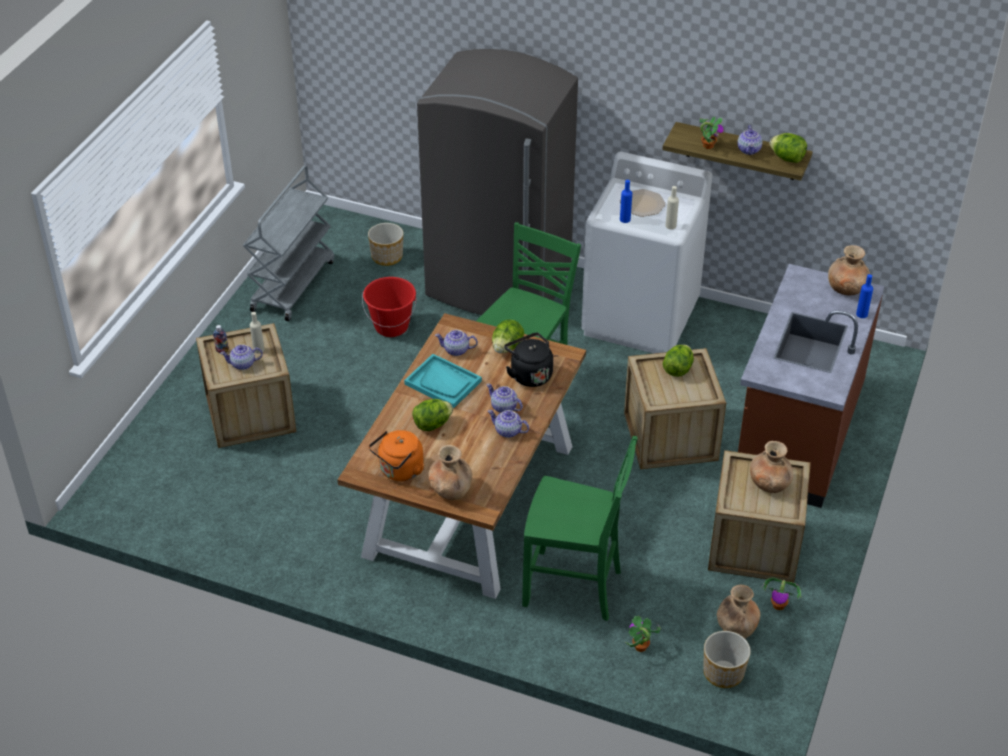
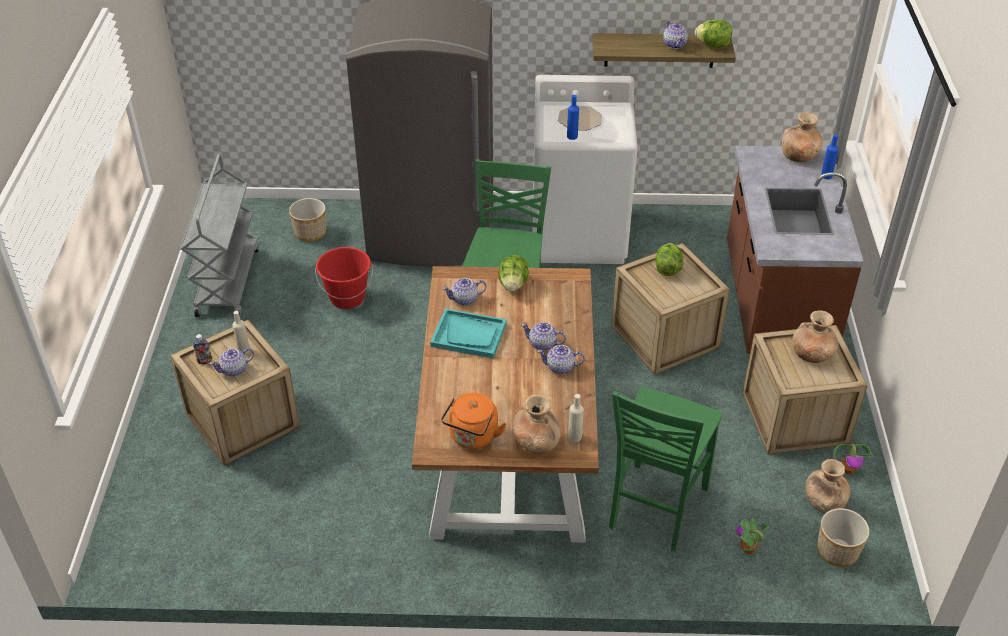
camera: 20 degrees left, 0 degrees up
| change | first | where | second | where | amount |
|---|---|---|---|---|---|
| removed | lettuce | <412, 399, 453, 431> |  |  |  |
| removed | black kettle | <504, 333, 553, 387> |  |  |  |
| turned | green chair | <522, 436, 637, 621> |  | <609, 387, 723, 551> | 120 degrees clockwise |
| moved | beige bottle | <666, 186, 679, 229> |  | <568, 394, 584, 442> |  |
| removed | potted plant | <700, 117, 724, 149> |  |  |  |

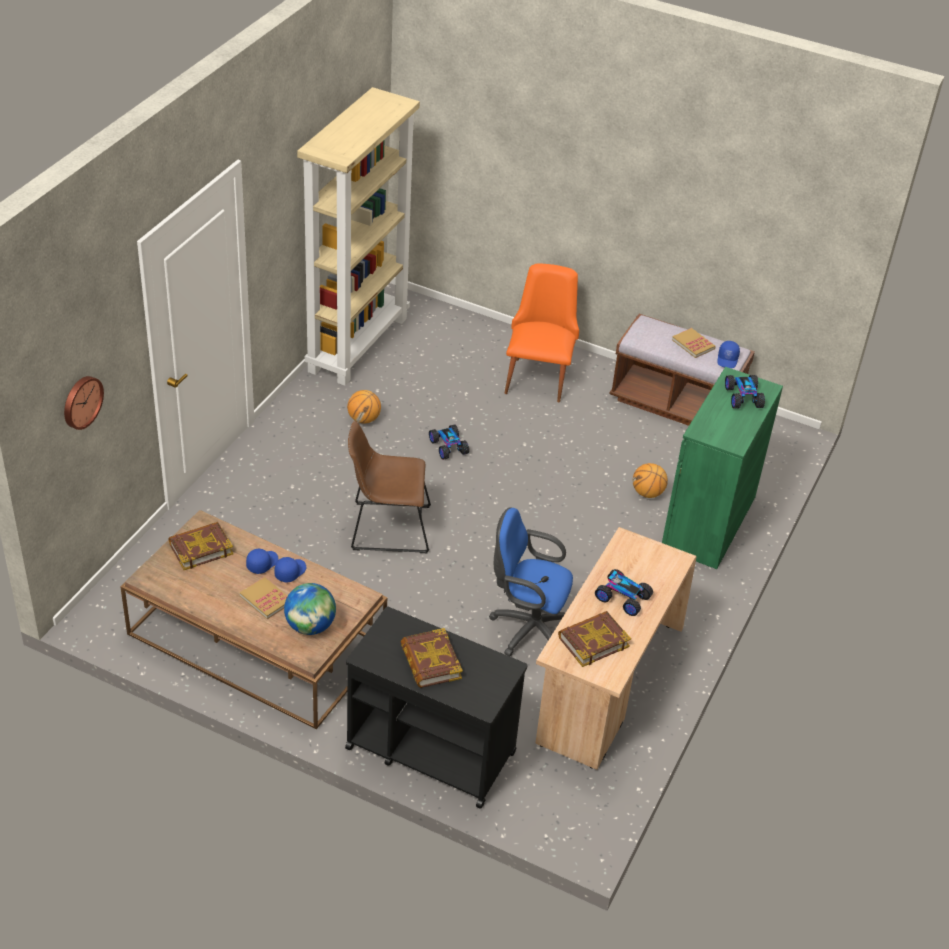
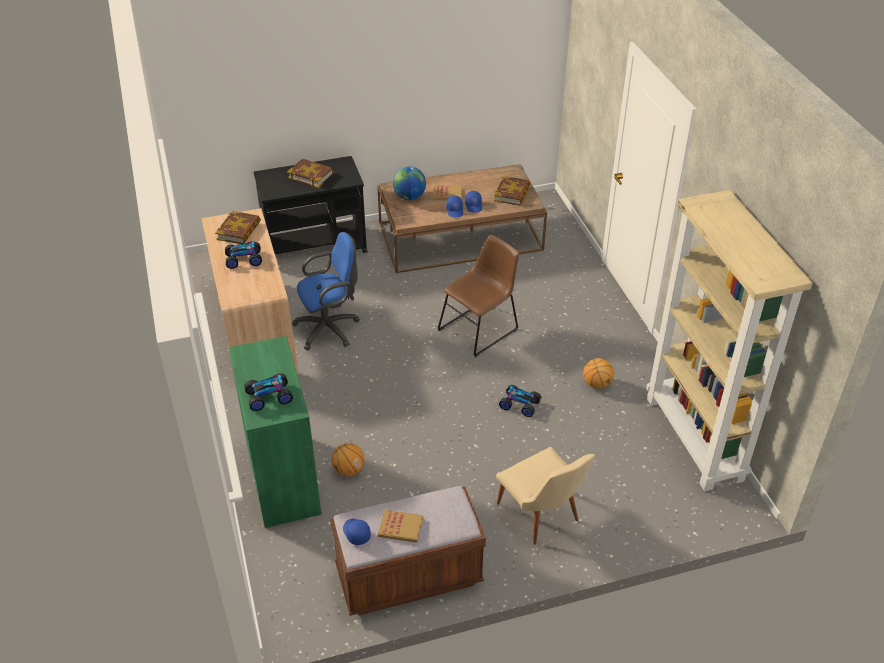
camera: 140 degrees right, 0 degrees up
| change | first | where | second | where | amount |
|---|---|---|---|---|---|
| removed | wall clock | <64, 376, 104, 430> |  |  |  |
| recoloured | orange chair | <505, 263, 579, 403> | beige chair | <496, 447, 595, 545> |  |
| turned | toy car | <725, 375, 765, 409> |  | <244, 373, 293, 411> | 120 degrees clockwise |

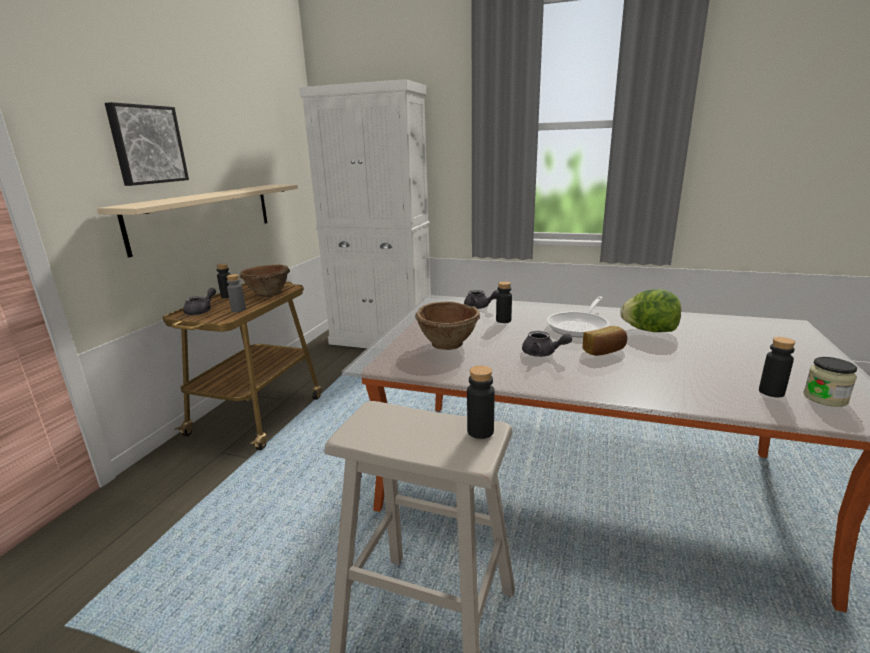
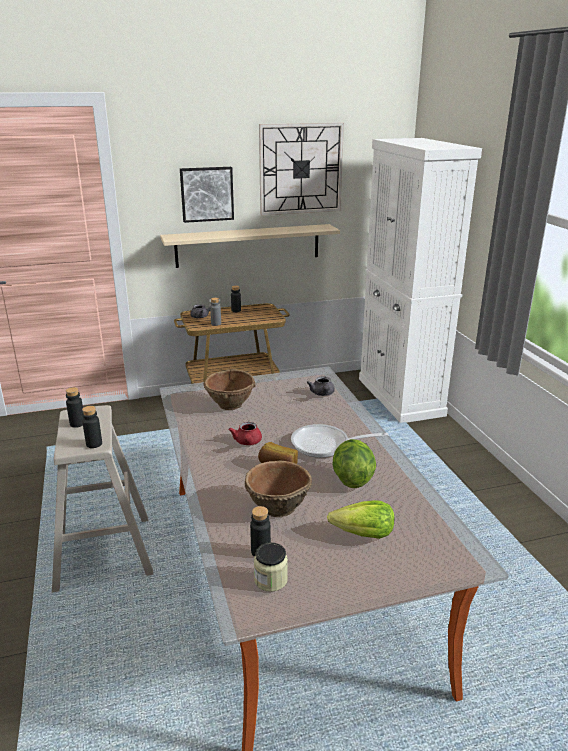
camera: 55 degrees right, 5 degrees up
| change | first | where | second | where | amount |
|---|---|---|---|---|---|
| moved | brown bowl | <240, 265, 290, 297> |  | <245, 461, 312, 517> |  |
| moved | black bottle | <496, 281, 512, 323> |  | <66, 387, 83, 428> |  |
| recoloured | grey teapot | <522, 331, 572, 357> | red teapot | <228, 422, 262, 445> |  |
| added |  |  | wall clock | <259, 123, 344, 216> |  |
| added |  |  | lettuce | <327, 500, 394, 539> |  |

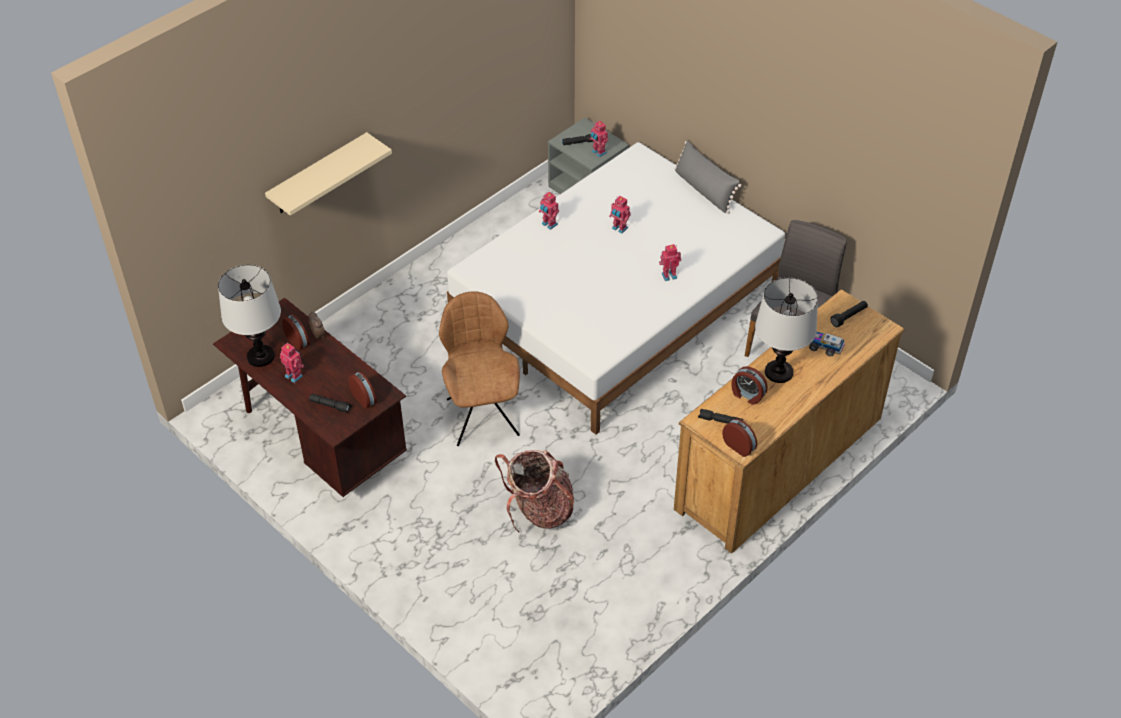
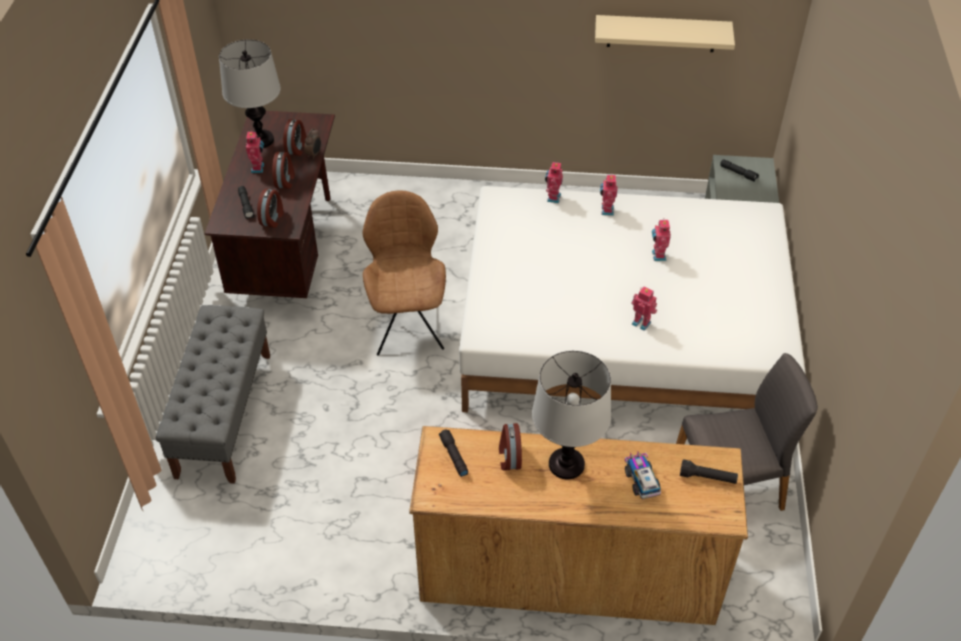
camera: 50 degrees right, 0 degrees up
| change | first | where | second | where | amount |
|---|---|---|---|---|---|
| moved | beige shelf | <265, 132, 392, 216> |  | <595, 15, 735, 52> |  |
| turned | brown chair | <439, 291, 520, 446> |  | <363, 191, 446, 356> | 45 degrees counterclockwise |
| removed | backpack | <495, 450, 574, 532> |  |  |  |
| moved | toy robot | <590, 121, 608, 157> |  | <545, 162, 563, 203> |  |
| removed | grey pillow | <674, 140, 742, 214> |  |  |  |
| moved | alarm clock | <722, 419, 757, 457> |  | <272, 152, 295, 189> |  |
| added |  |  | grey bench | <156, 305, 270, 484> |  |

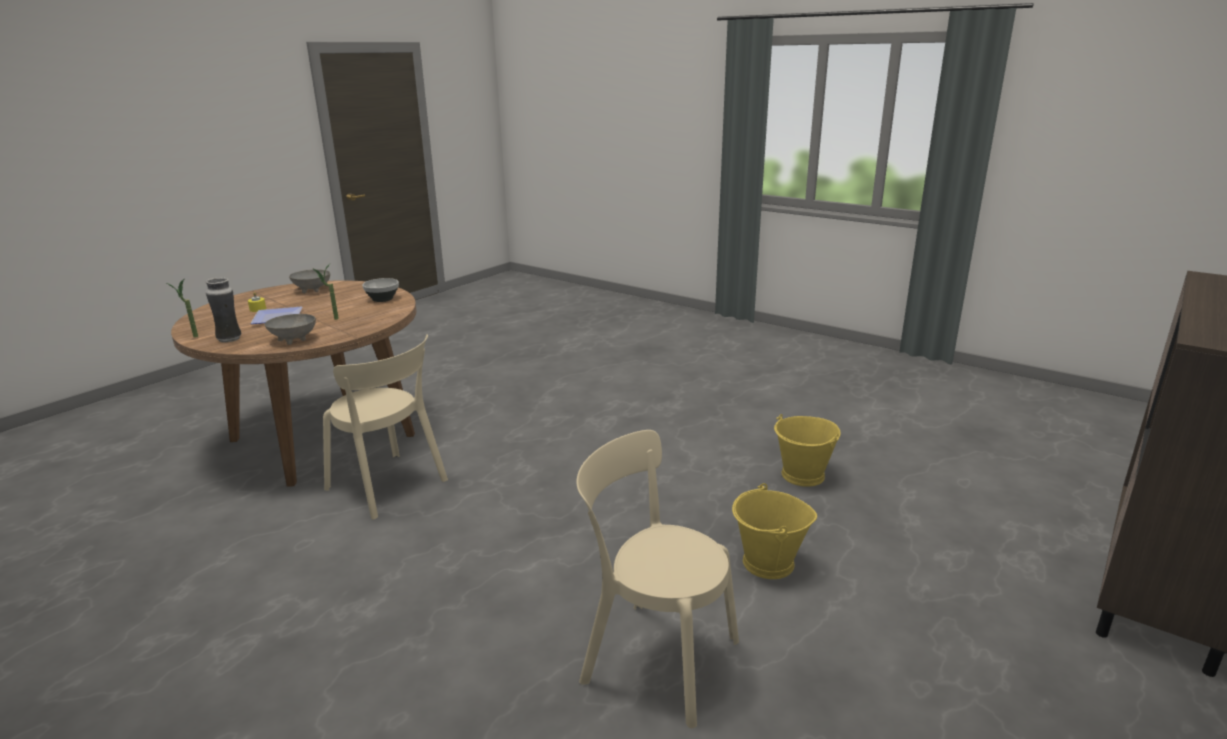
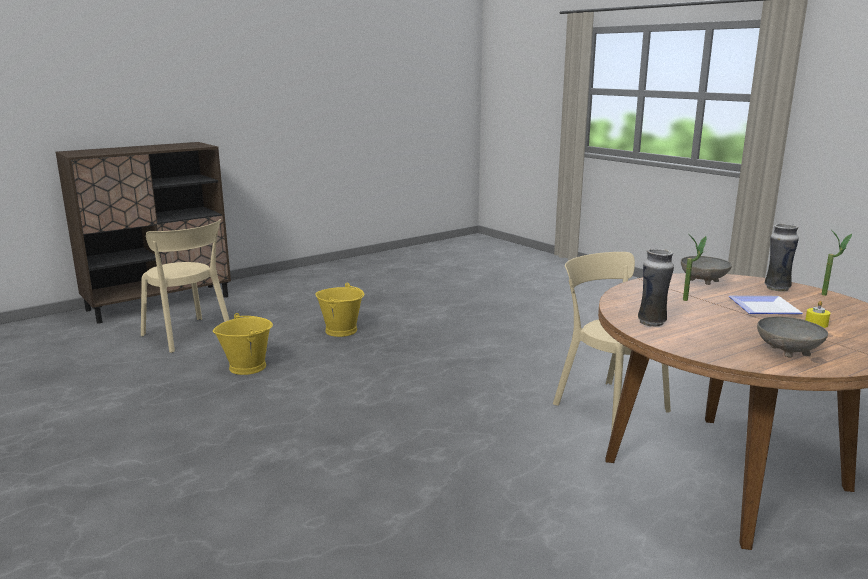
camera: 165 degrees left, 5 degrees down
| change | first | where | second | where | amount |
|---|---|---|---|---|---|
| replaced | bowl | <362, 278, 399, 302> | vase | <638, 248, 674, 327> |  |
| moved | beige chair | <576, 430, 739, 728> |  | <141, 219, 230, 353> |  |

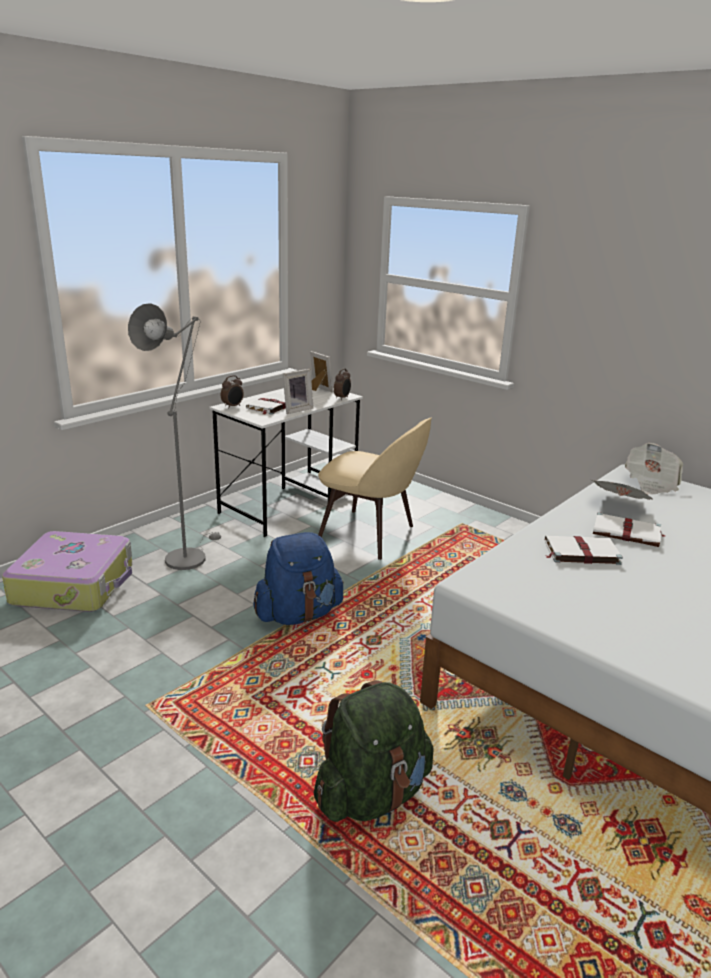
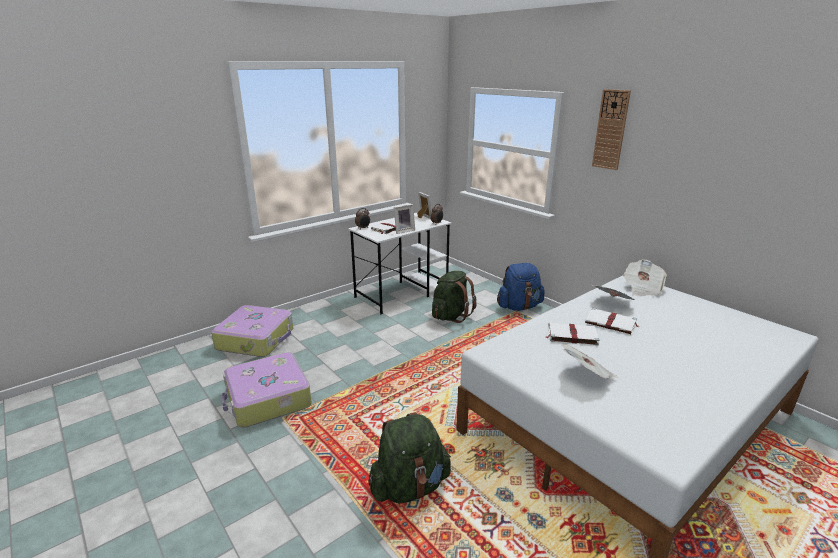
camera: 10 degrees right, 0 degrees up
| change | first | where | second | where | amount |
|---|---|---|---|---|---|
| removed | grey floor lamp | <128, 303, 221, 570> |  |  |  |
| moved | blue backpack | <253, 532, 344, 625> |  | <497, 263, 545, 311> |  |
| replaced | beige chair | <318, 417, 432, 560> | green backpack | <432, 271, 476, 323> |  |
| added |  |  | suitcase | <222, 352, 312, 428> |  |
| added |  |  | newspaper | <561, 344, 618, 380> |  |
| added |  |  | wall clock | <592, 89, 631, 170> |  |

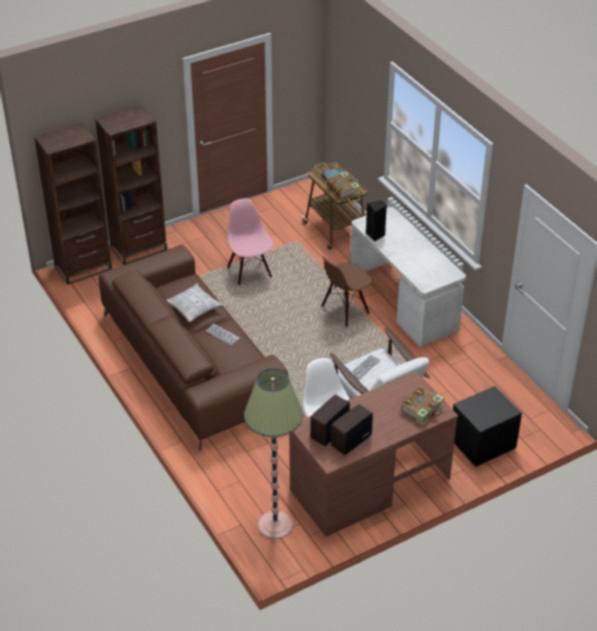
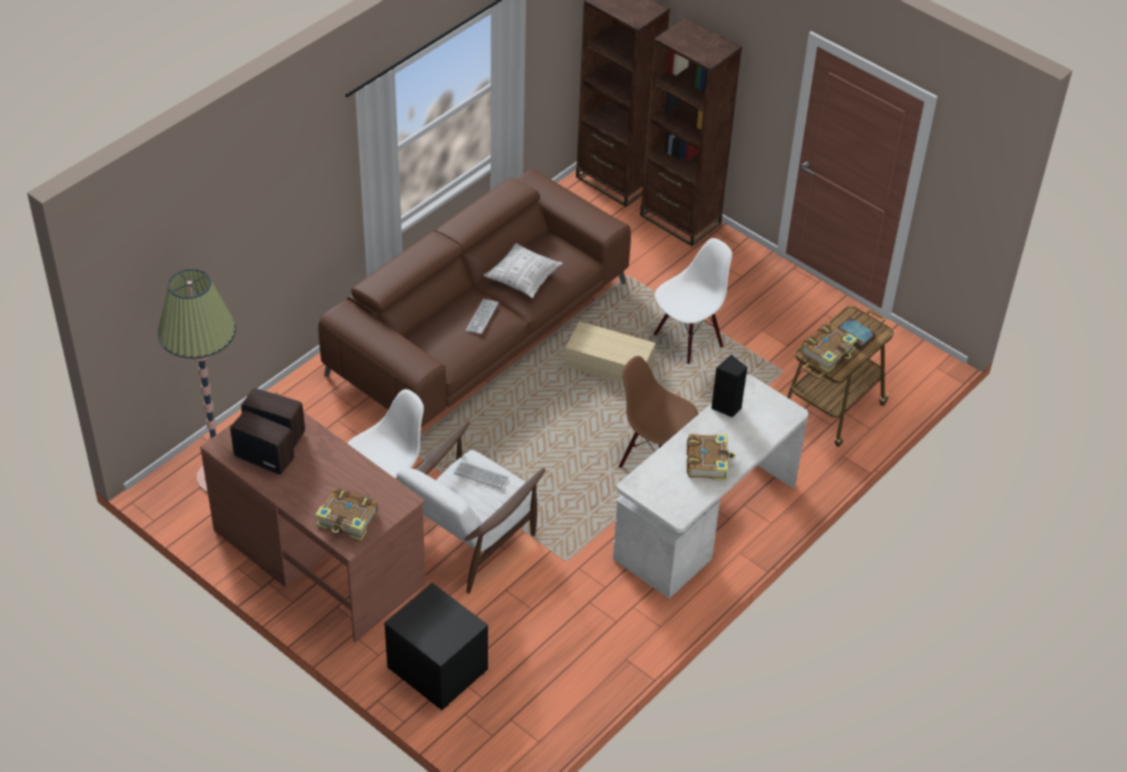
camera: 70 degrees right, 5 degrees up
| change | first | where | second | where | amount |
|---|---|---|---|---|---|
| recoloured | pink chair | <227, 198, 273, 285> | white chair | <654, 238, 732, 364> |  |
| added |  |  | beige storage box | <565, 321, 656, 383> |  |
| added |  |  | book | <687, 434, 736, 481> |  |

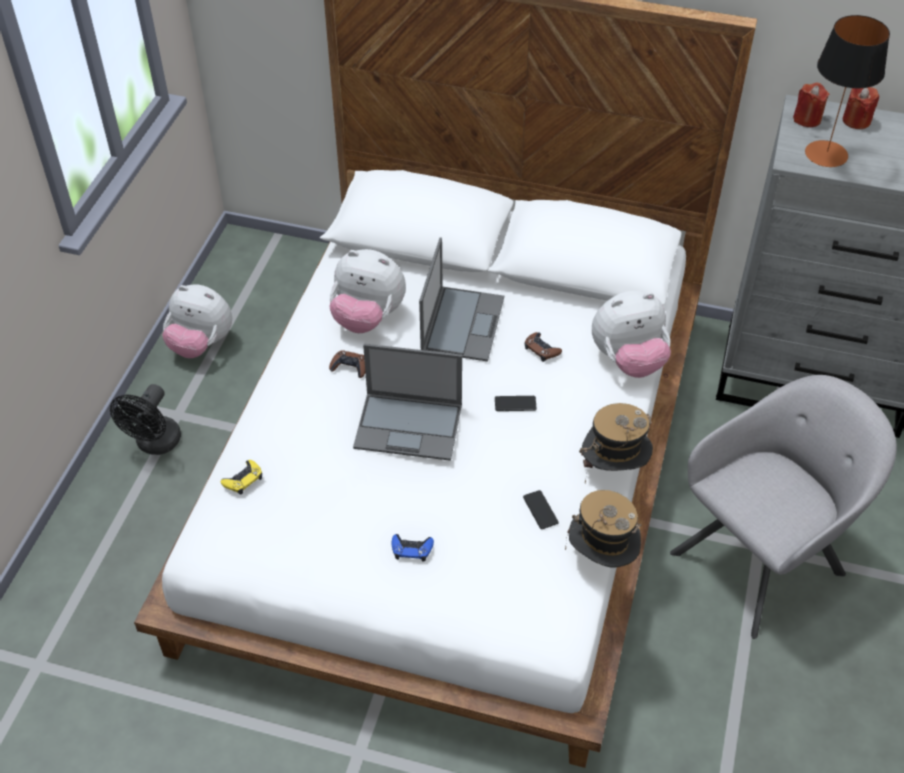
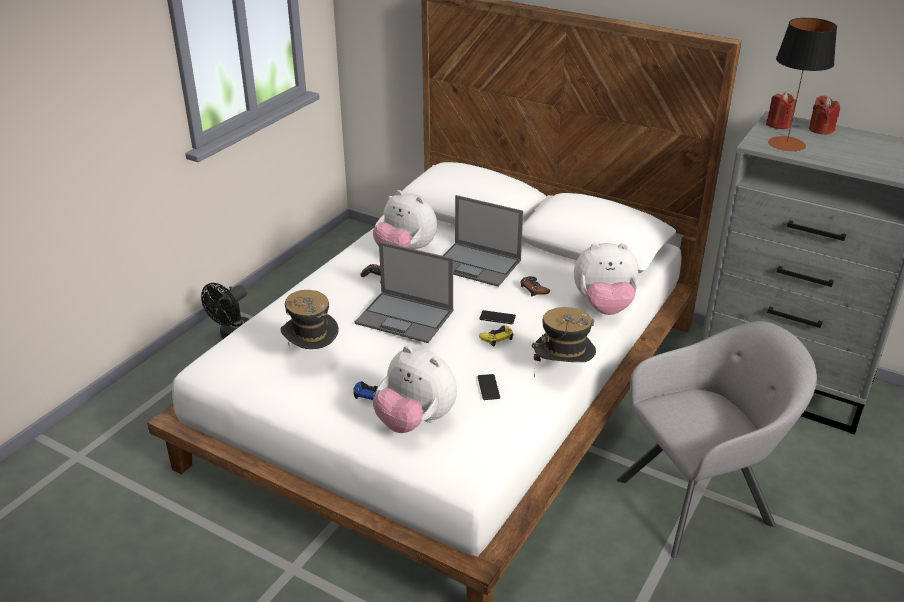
camera: 15 degrees right, 15 degrees down
| change | first | where | second | where | amount |
|---|---|---|---|---|---|
| moved | plush toy | <162, 285, 232, 358> |  | <373, 346, 457, 433> |  |
| moved | yellow game controller | <221, 460, 262, 495> |  | <479, 325, 513, 347> |  |
| turned | laptop | <419, 238, 504, 362> |  | <442, 195, 523, 287> | 90 degrees clockwise |
| moved | hat | <565, 490, 642, 568> |  | <281, 290, 339, 349> |  |

